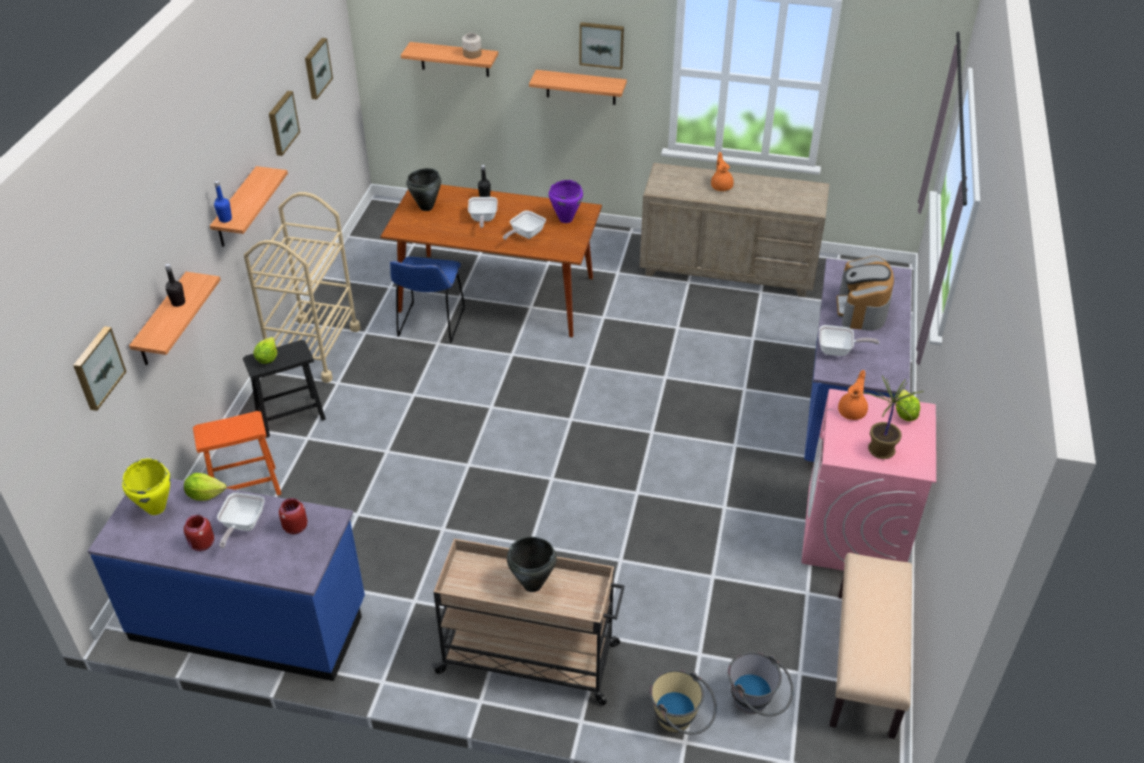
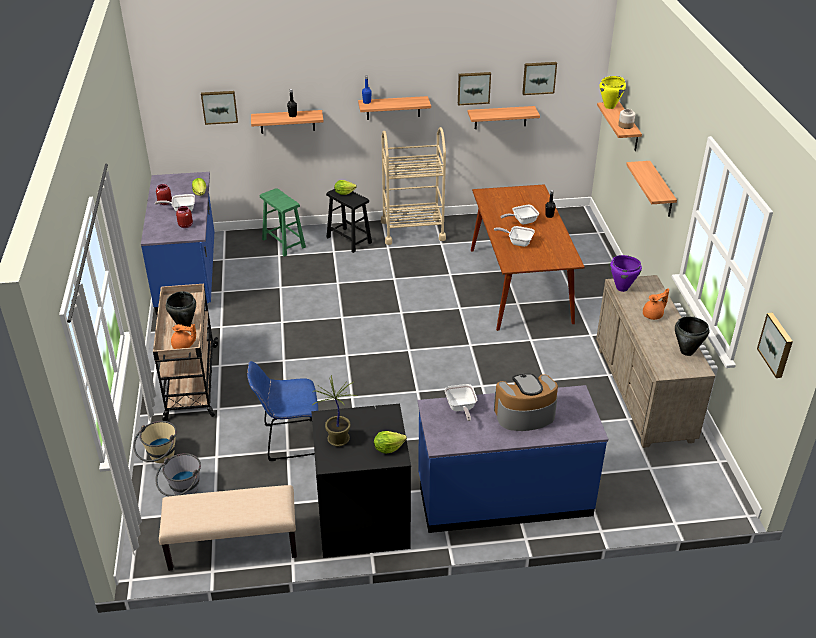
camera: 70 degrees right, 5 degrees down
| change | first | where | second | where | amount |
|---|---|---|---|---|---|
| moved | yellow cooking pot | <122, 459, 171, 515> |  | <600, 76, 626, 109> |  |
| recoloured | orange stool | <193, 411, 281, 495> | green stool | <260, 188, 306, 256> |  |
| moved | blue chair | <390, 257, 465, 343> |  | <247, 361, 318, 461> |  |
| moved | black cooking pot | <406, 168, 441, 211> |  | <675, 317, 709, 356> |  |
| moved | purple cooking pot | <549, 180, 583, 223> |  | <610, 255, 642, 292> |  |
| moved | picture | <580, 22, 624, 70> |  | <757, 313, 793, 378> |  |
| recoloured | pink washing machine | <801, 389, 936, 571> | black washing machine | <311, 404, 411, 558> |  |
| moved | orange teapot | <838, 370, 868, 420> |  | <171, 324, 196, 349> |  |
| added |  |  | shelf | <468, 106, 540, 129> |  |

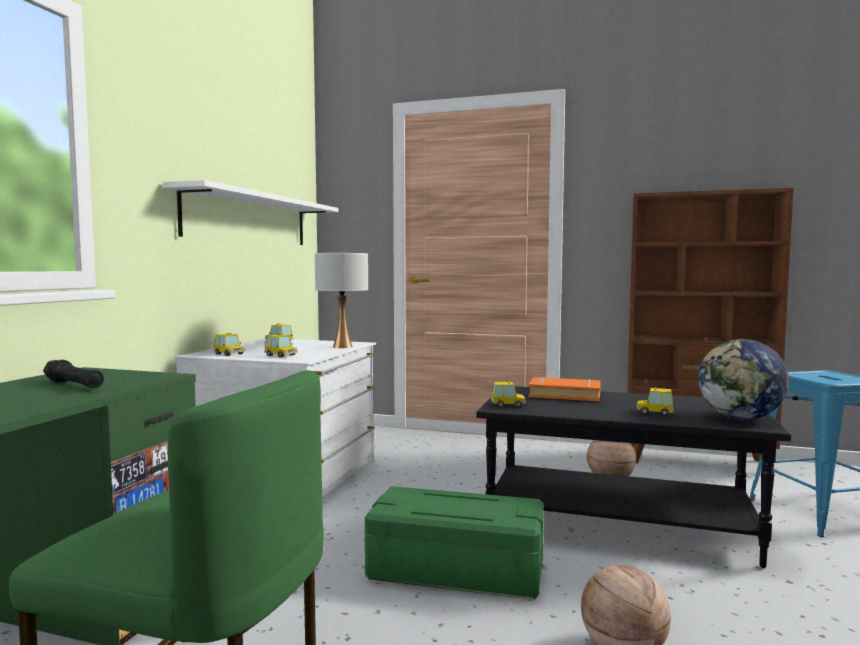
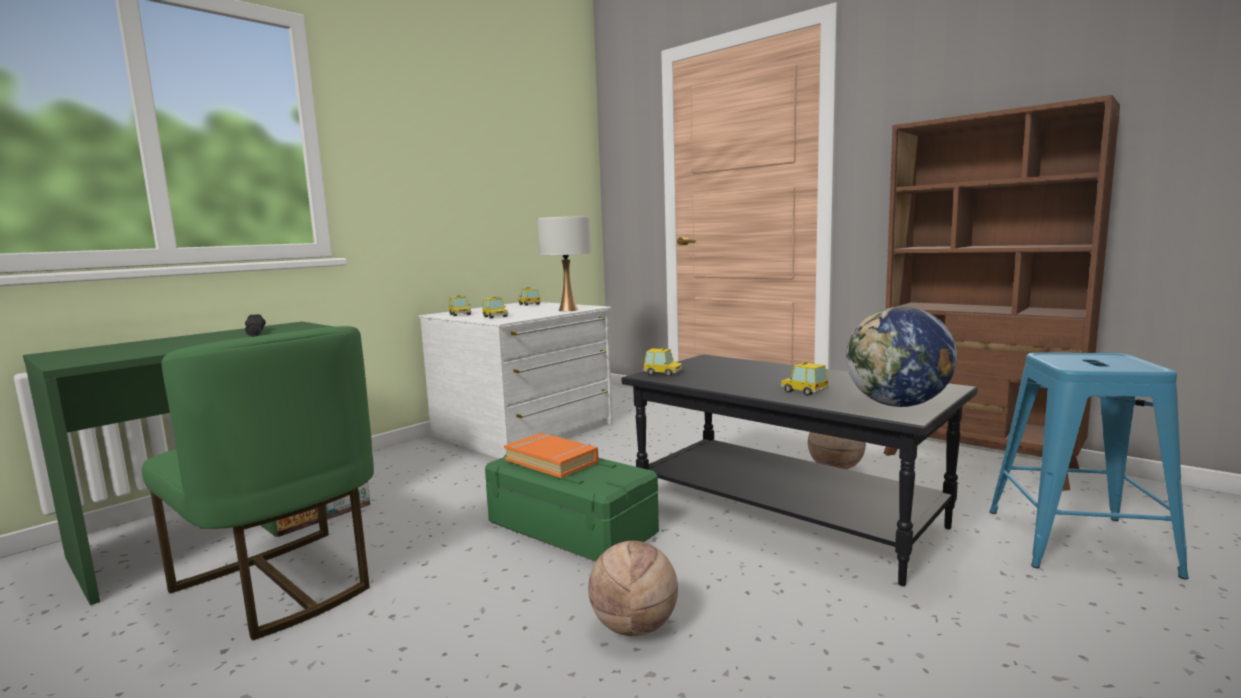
camera: 25 degrees right, 5 degrees up
| change | first | where | second | where | amount |
|---|---|---|---|---|---|
| removed | white shelf | <163, 180, 338, 245> |  |  |  |
| moved | orange book | <528, 377, 601, 401> |  | <504, 433, 599, 478> |  |

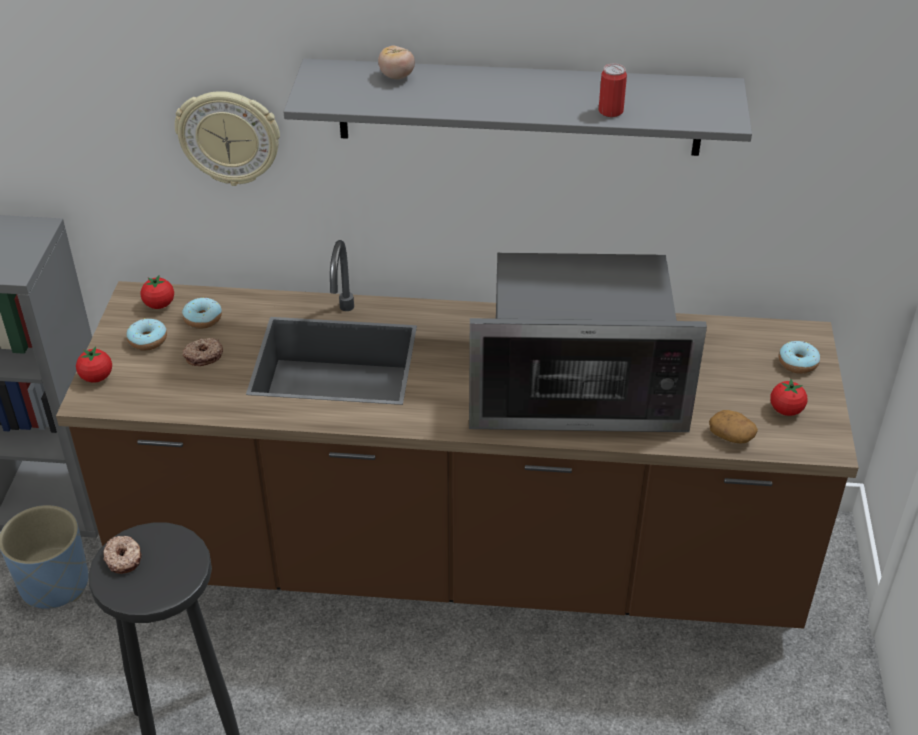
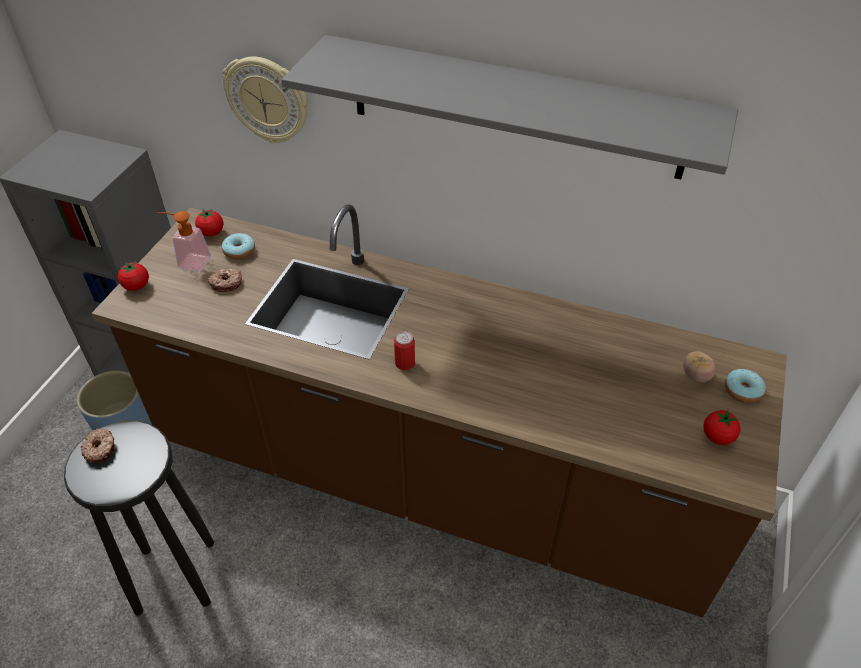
camera: 15 degrees right, 5 degrees up
| change | first | where | second | where | amount |
|---|---|---|---|---|---|
| replaced | donut | <126, 318, 167, 351> | soap dispenser | <157, 211, 211, 272> |  |
| moved | tomato | <378, 46, 415, 79> |  | <684, 351, 717, 382> |  |
| removed | microwave | <469, 253, 707, 432> |  |  |  |
| moved | can | <599, 64, 627, 117> |  | <394, 331, 415, 370> |  |
| removed | potato | <709, 410, 758, 444> |  |  |  |

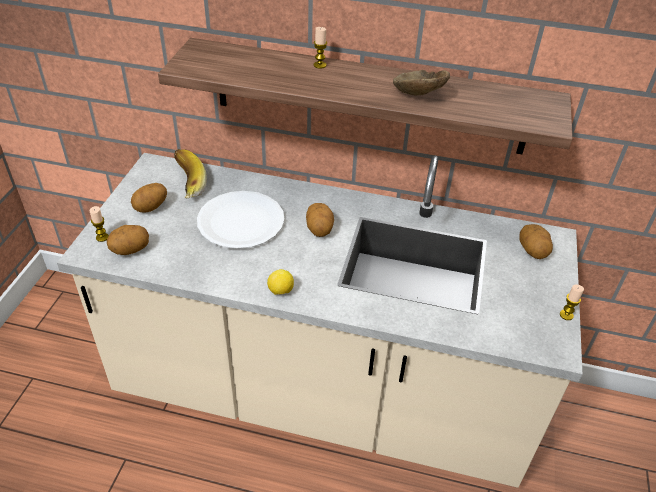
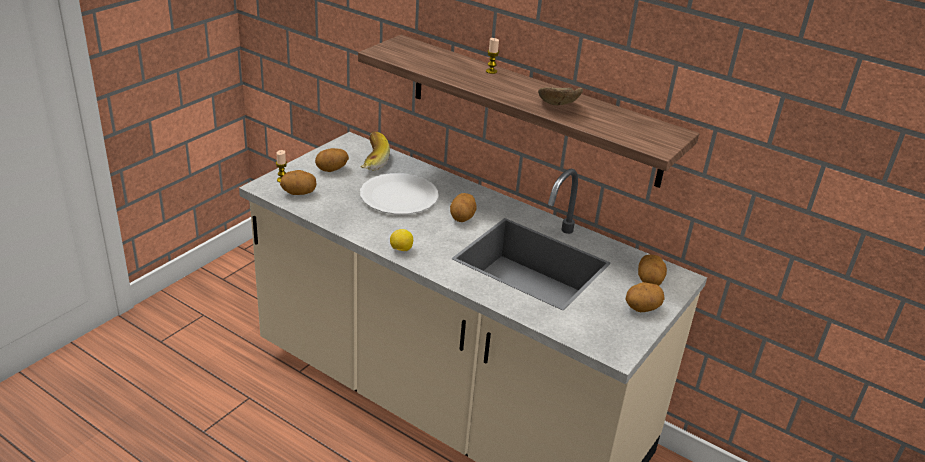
camera: 20 degrees right, 10 degrees down
| change | first | where | second | where | amount |
|---|---|---|---|---|---|
| removed | candle | <560, 285, 584, 320> |  |  |  |
| added |  |  | potato | <625, 282, 664, 312> |  |

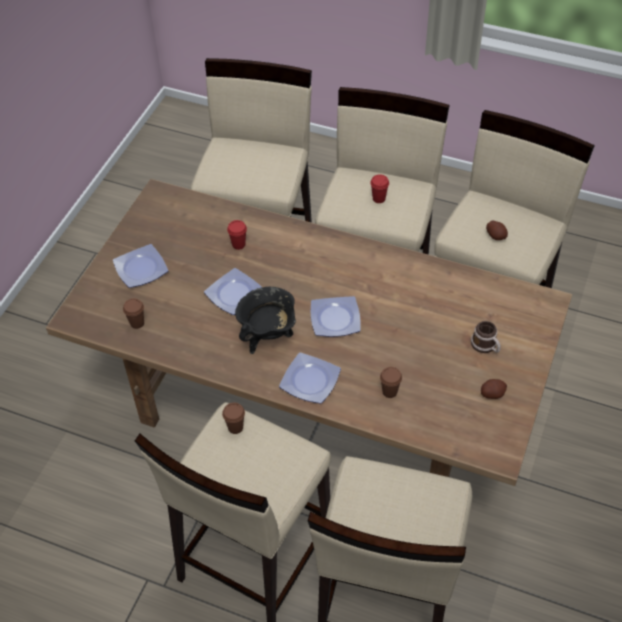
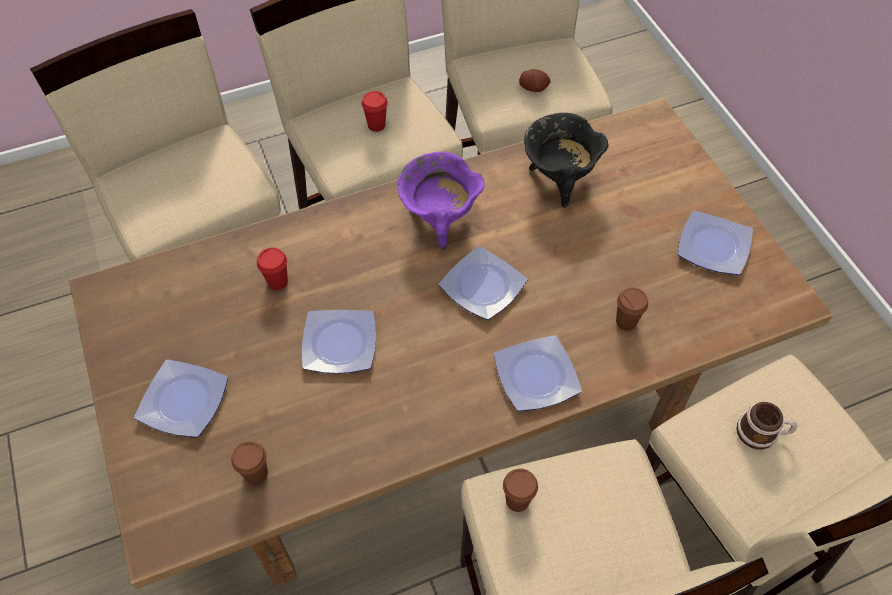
camera: 45 degrees left, 5 degrees up
| change | first | where | second | where | amount |
|---|---|---|---|---|---|
| moved | black cooking pot | <235, 287, 296, 354> |  | <524, 113, 609, 208> |  |
| moved | mug | <471, 321, 501, 353> |  | <736, 402, 798, 450> |  |
| replaced | potato | <481, 379, 507, 399> | plate | <678, 210, 753, 275> |  |
| added |  |  | purple cooking pot | <398, 152, 485, 250> |  |

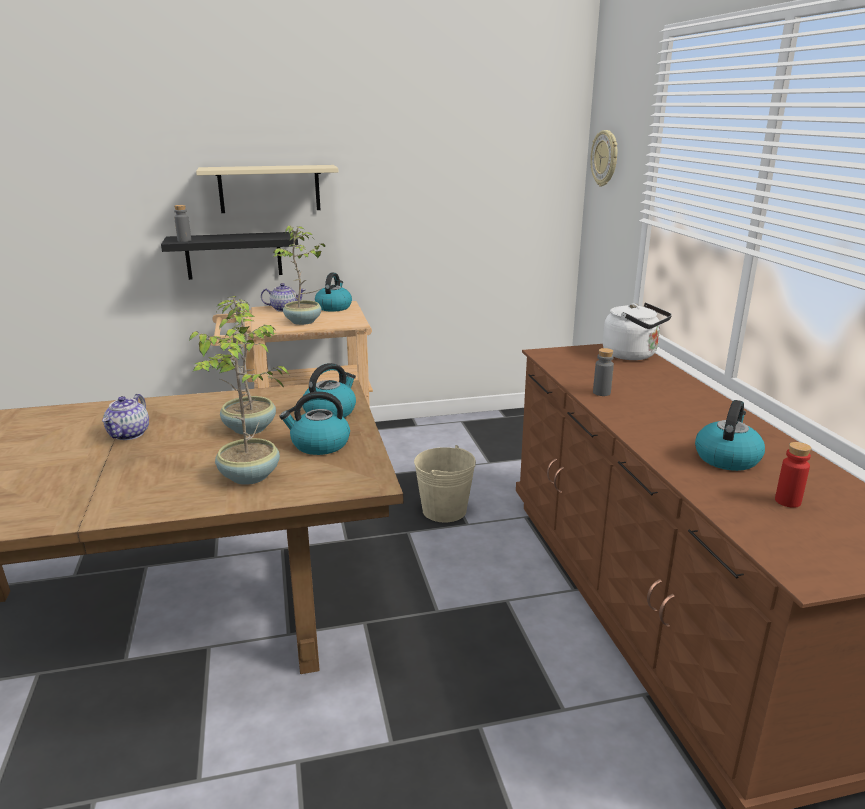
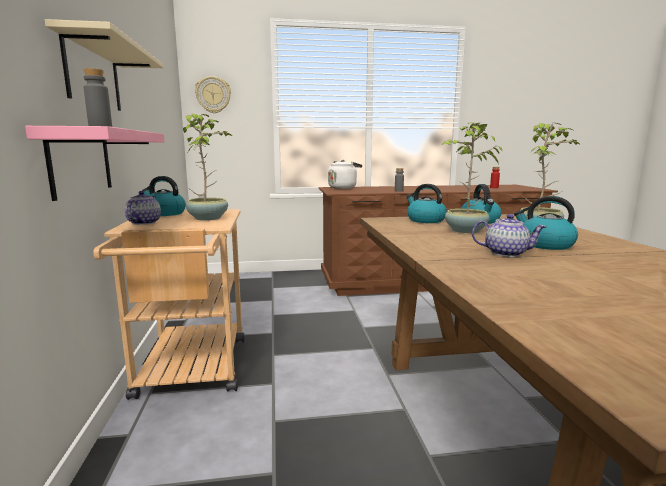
camera: 85 degrees left, 10 degrees down
| change | first | where | second | where | amount |
|---|---|---|---|---|---|
| recoloured | black shelf | <161, 232, 298, 280> | pink shelf | <25, 126, 165, 201> |  |
| removed | beige bucket | <414, 445, 476, 523> |  |  |  |
| moved | kettle | <695, 400, 765, 471> |  | <514, 196, 578, 250> |  |

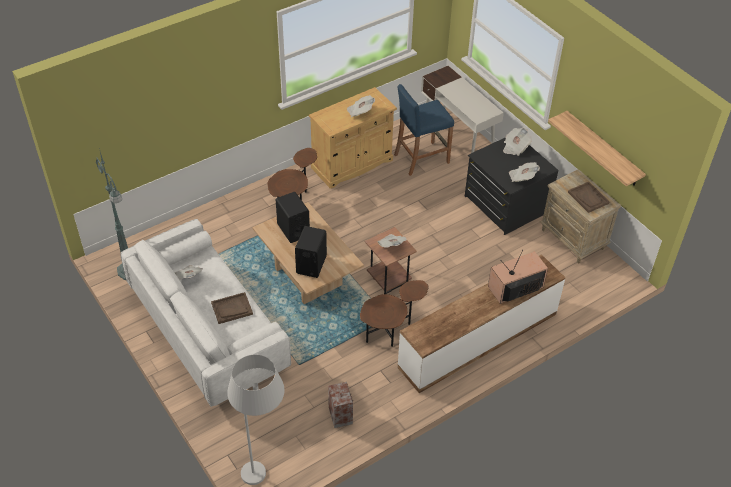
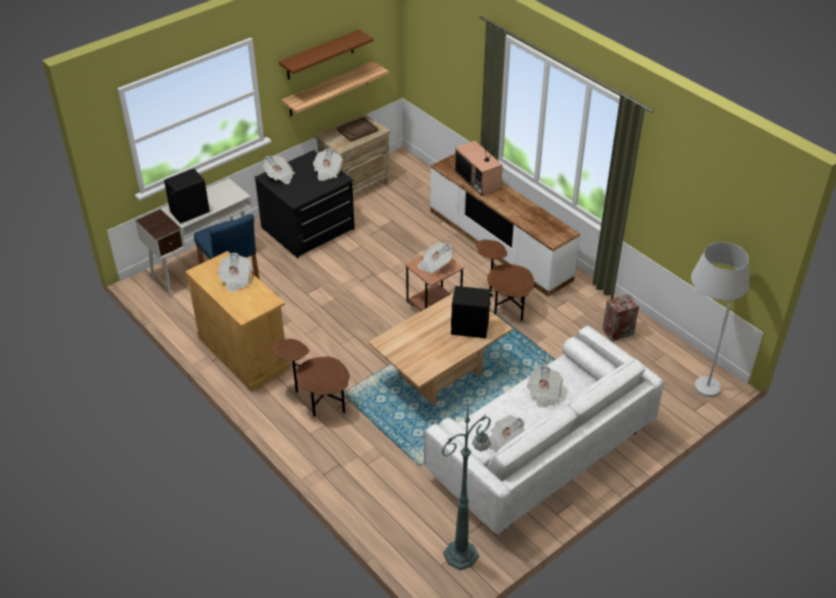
camera: 95 degrees left, 5 degrees down
| change | first | where | second | where | amount |
|---|---|---|---|---|---|
| replaced | brown tray | <211, 292, 253, 324> | newspaper | <527, 365, 563, 408> |  |
| moved | black speaker | <276, 192, 310, 243> |  | <164, 169, 210, 224> |  |
| added |  |  | brown shelf | <279, 30, 374, 80> |  |

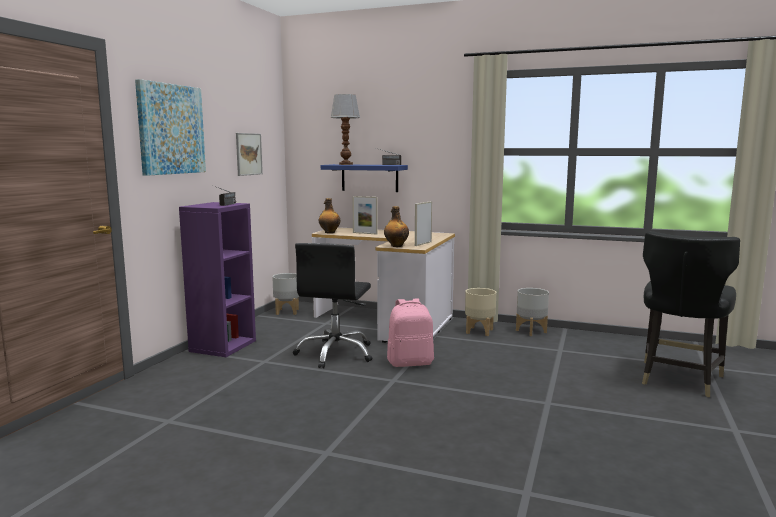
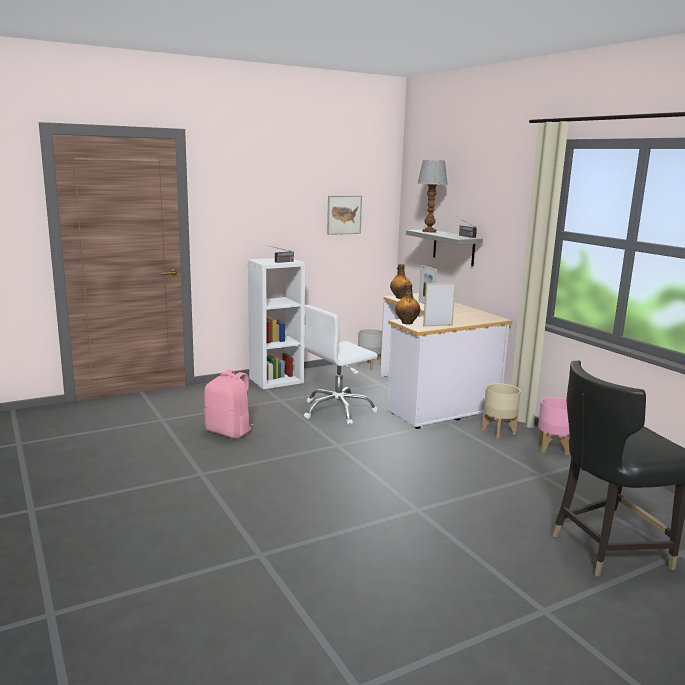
camera: 40 degrees right, 5 degrees up
| change | first | where | second | where | amount |
|---|---|---|---|---|---|
| removed | picture | <135, 79, 206, 176> |  |  |  |
| recoloured | purple bookcase | <179, 202, 256, 357> | white bookcase | <248, 258, 305, 389> |  |
| recoloured | black office chair | <293, 243, 372, 369> | white office chair | <304, 305, 378, 425> |  |
| recoloured | blue shelf | <321, 164, 408, 192> | grey shelf | <406, 230, 483, 266> |  |
| moved | pink backpack | <387, 299, 434, 367> |  | <204, 370, 253, 439> |  |
| recoloured | grey planter | <516, 288, 549, 336> | pink planter | <538, 397, 570, 456> |  |

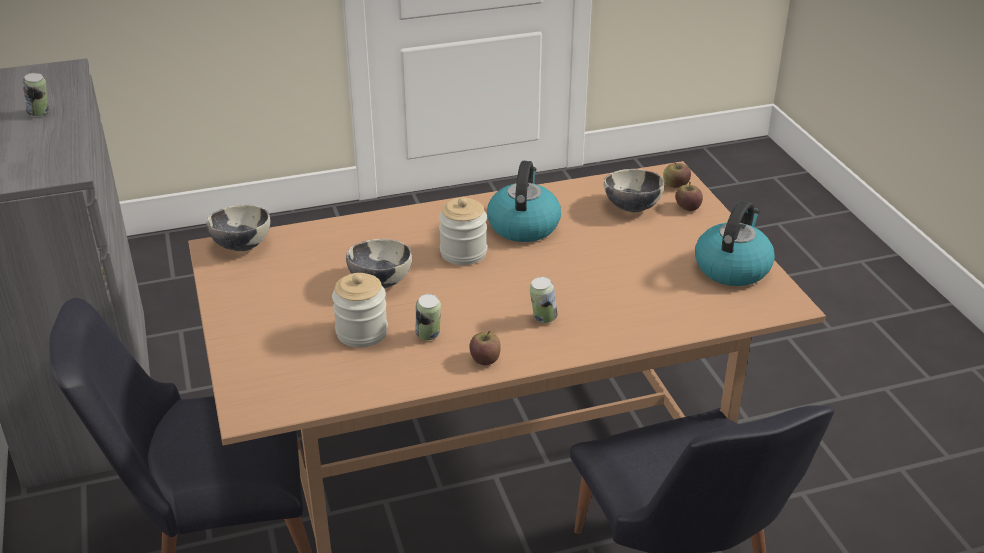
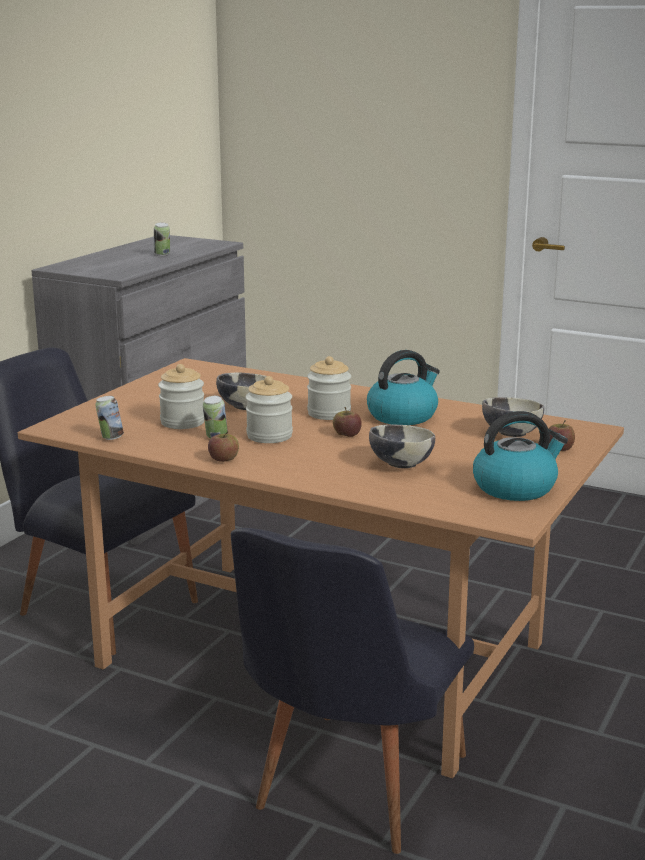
camera: 45 degrees right, 15 degrees down
| change | first | where | second | where | amount |
|---|---|---|---|---|---|
| moved | bowl | <206, 205, 270, 251> |  | <369, 425, 435, 468> |  |
| moved | can | <530, 277, 557, 323> |  | <95, 396, 124, 440> |  |
| moved | apple | <663, 161, 691, 188> |  | <333, 407, 362, 437> |  |
| added |  |  | jar | <246, 376, 293, 443> |  |

